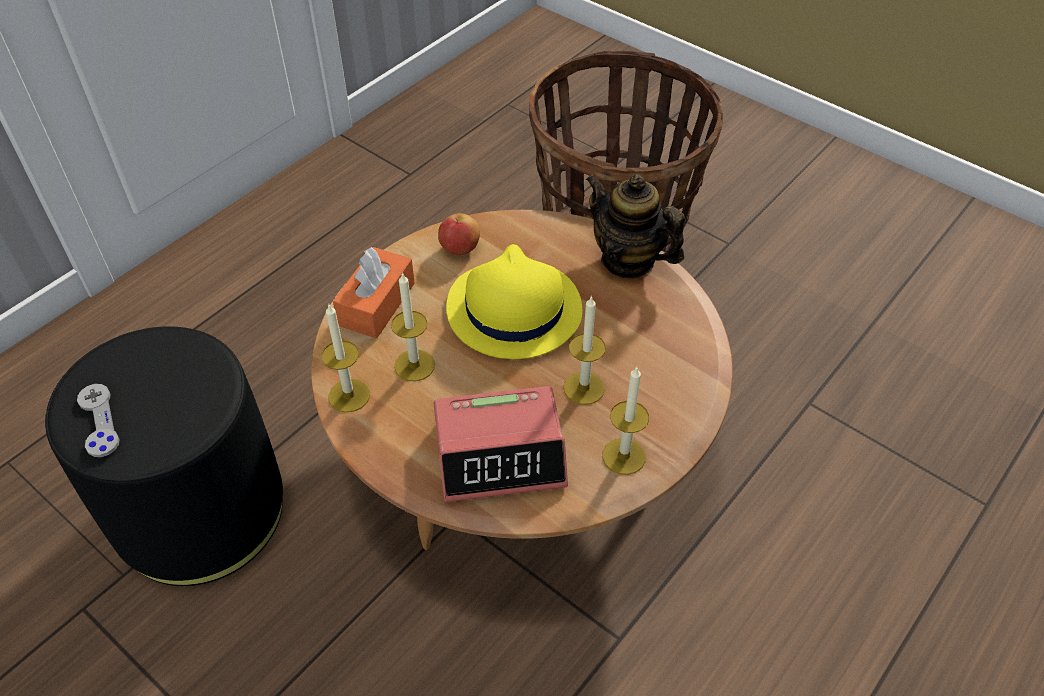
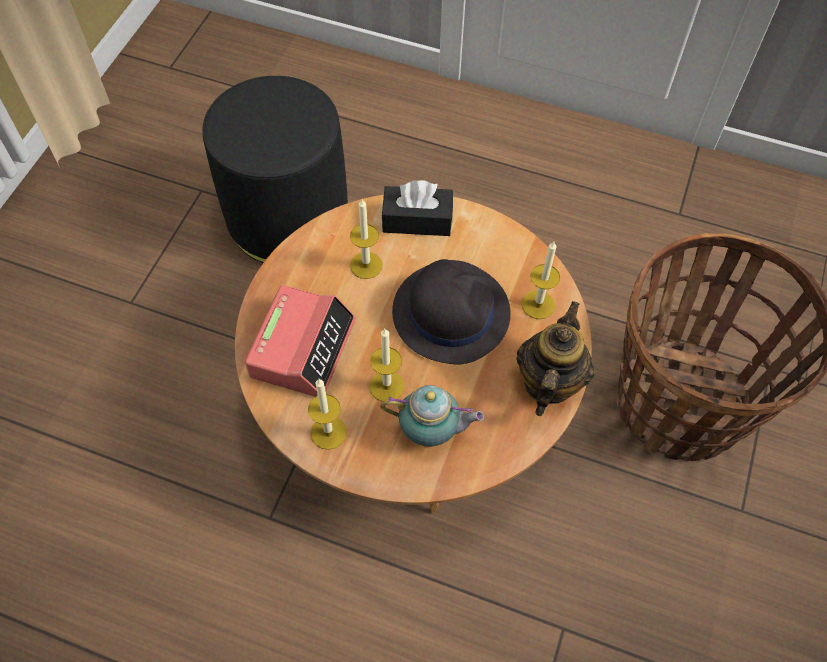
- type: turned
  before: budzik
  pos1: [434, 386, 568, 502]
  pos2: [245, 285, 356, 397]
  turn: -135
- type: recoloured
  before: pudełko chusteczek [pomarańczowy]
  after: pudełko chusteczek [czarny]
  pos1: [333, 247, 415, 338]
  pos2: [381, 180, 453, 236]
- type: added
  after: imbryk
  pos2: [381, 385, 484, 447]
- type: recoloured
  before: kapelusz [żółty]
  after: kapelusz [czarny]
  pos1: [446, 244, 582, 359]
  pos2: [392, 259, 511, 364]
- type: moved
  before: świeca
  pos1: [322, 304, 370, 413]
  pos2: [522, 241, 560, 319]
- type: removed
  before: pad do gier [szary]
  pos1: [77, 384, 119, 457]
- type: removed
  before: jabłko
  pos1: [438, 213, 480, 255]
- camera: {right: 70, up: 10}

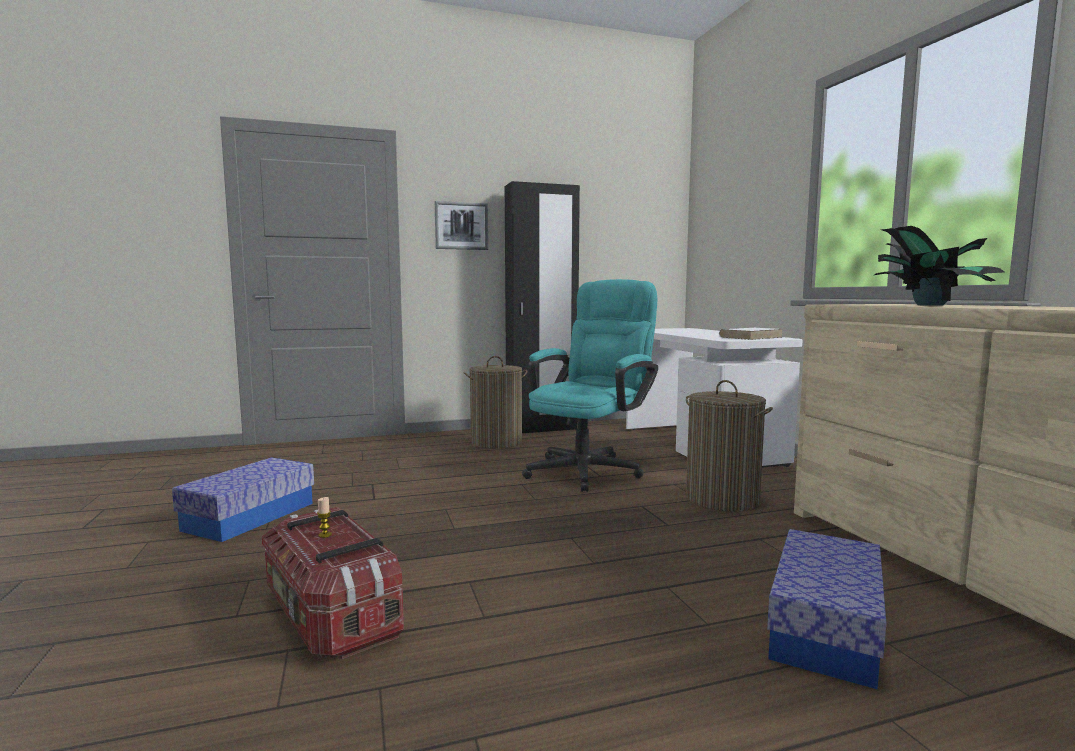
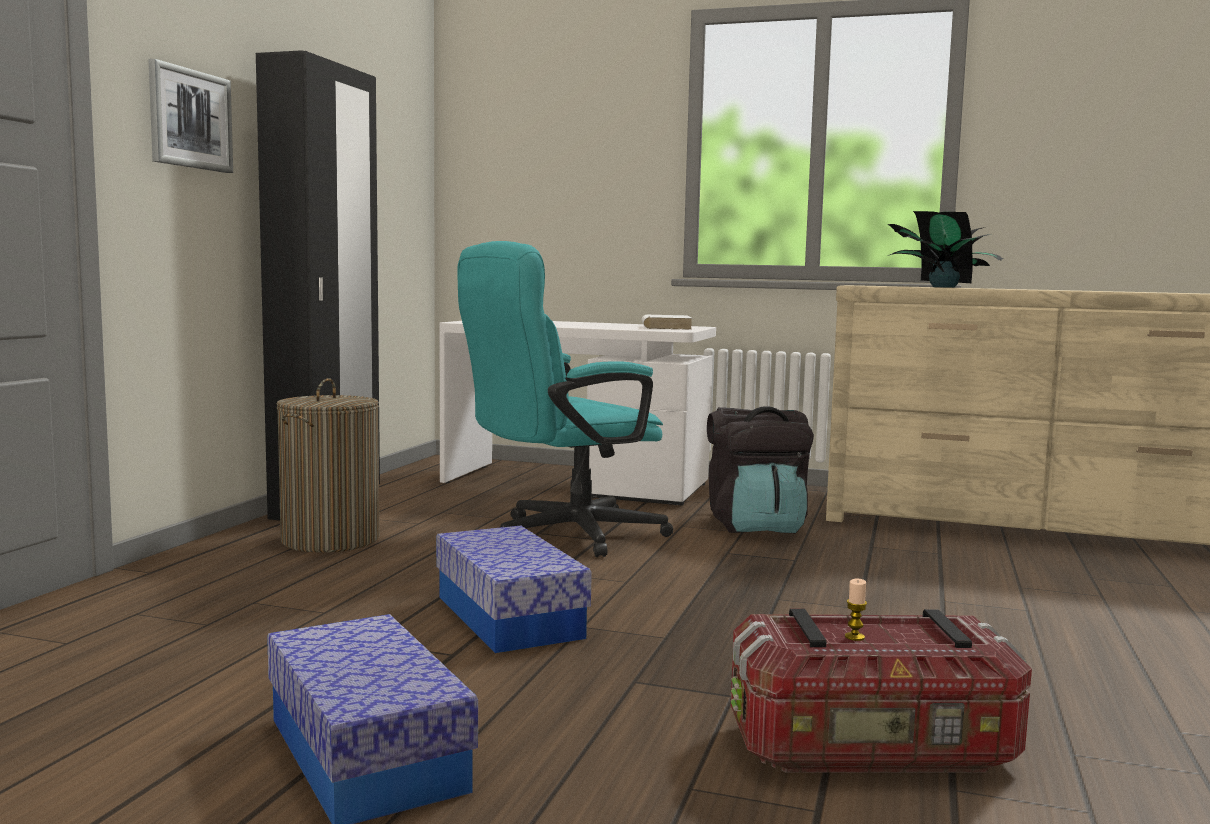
- type: moved
  before: pojemnik do przechowywania
  pos1: [767, 529, 886, 689]
  pos2: [436, 526, 592, 653]
- type: turned
  before: krzesło biurowe [turkusowy]
  pos1: [522, 279, 658, 492]
  pos2: [457, 241, 673, 557]
  turn: -105
- type: replaced
  before: kosz na pranie
  after: plecak [czarny]
  pos1: [686, 380, 773, 512]
  pos2: [707, 406, 814, 533]
- camera: {right: -55, up: 0}

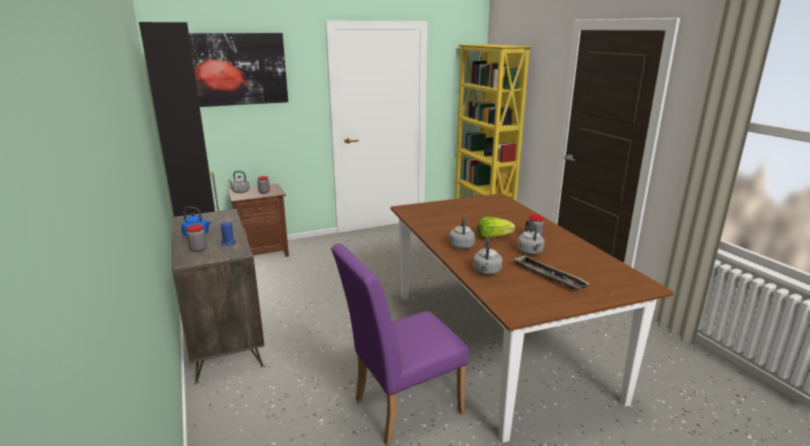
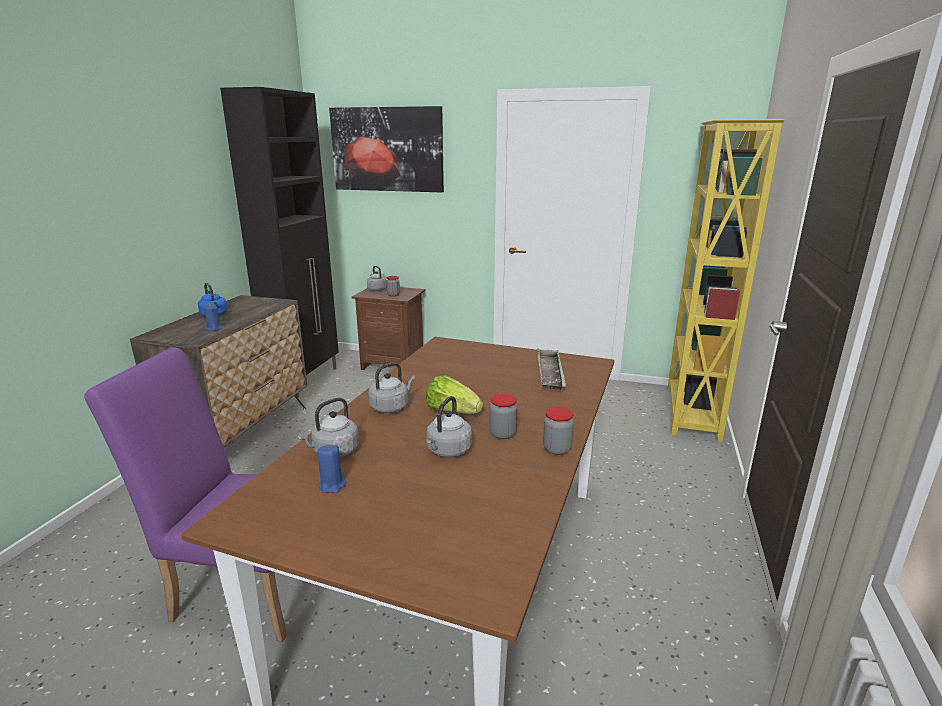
- type: added
  after: świeca [niebieski]
  pos2: [317, 445, 346, 493]
- type: moved
  before: taca
  pos1: [513, 255, 590, 290]
  pos2: [537, 349, 566, 390]
- type: moved
  before: słoik
  pos1: [186, 224, 207, 252]
  pos2: [543, 407, 574, 455]
- camera: {right: 40, up: 0}

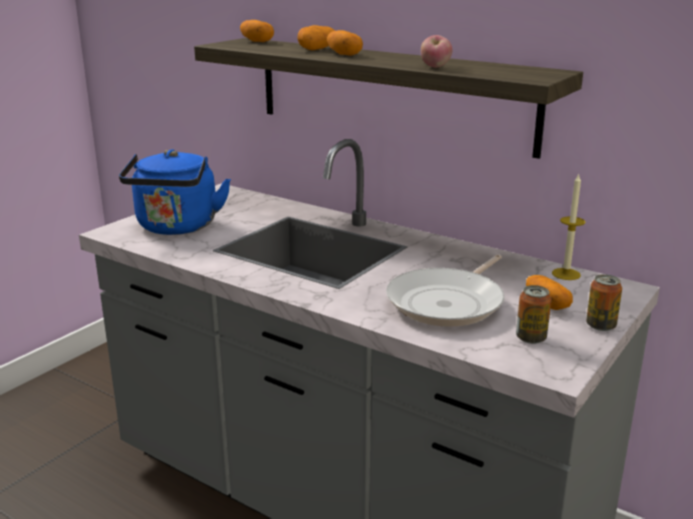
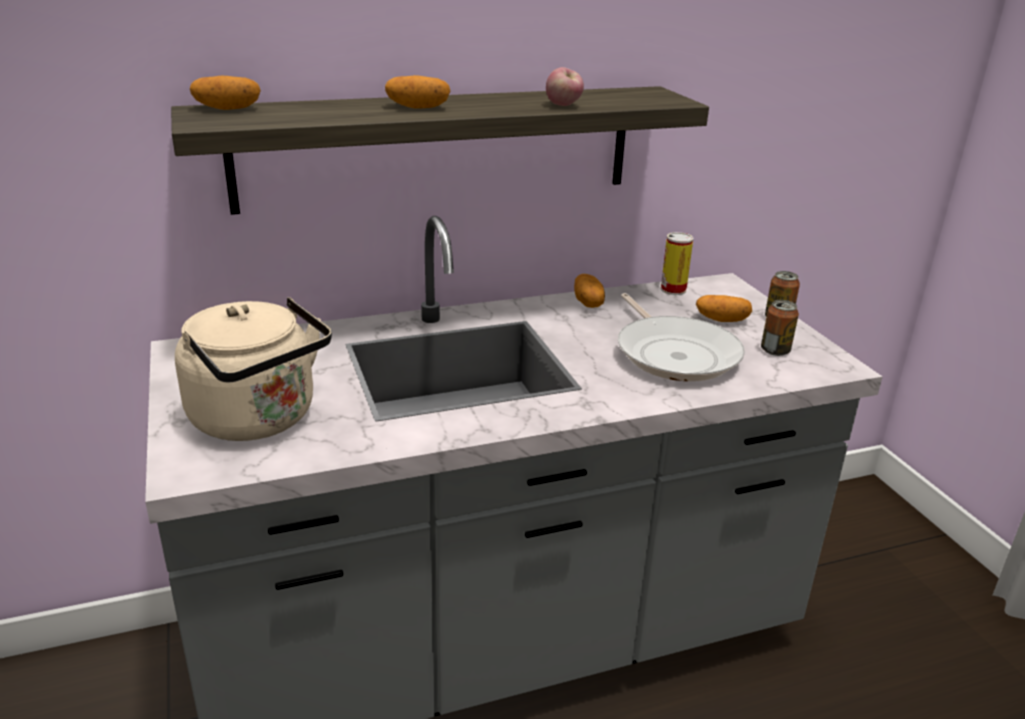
- type: recoloured
  before: czajnik [niebieski]
  after: czajnik [beżowy]
  pos1: [119, 149, 231, 235]
  pos2: [175, 297, 332, 441]
- type: moved
  before: ziemniak
  pos1: [297, 25, 335, 51]
  pos2: [574, 274, 605, 308]
- type: replaced
  before: świeca
  after: puszka
  pos1: [552, 173, 586, 280]
  pos2: [661, 232, 694, 295]
- camera: {right: -55, up: 5}

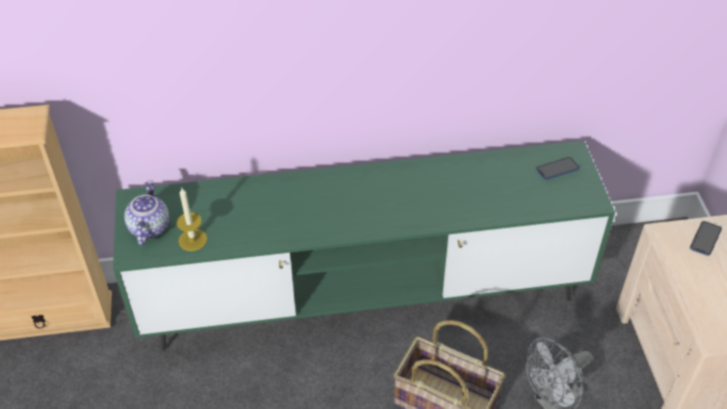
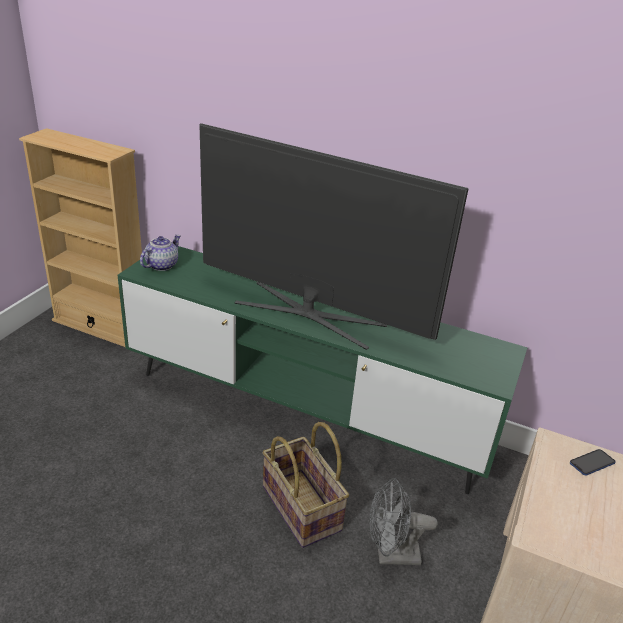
- type: added
  after: telewizor
  pos2: [199, 123, 468, 350]
- type: removed
  before: świeca
  pos1: [176, 188, 207, 251]
- type: removed
  before: telefon
  pos1: [536, 157, 580, 180]
- camera: {right: 30, up: -15}

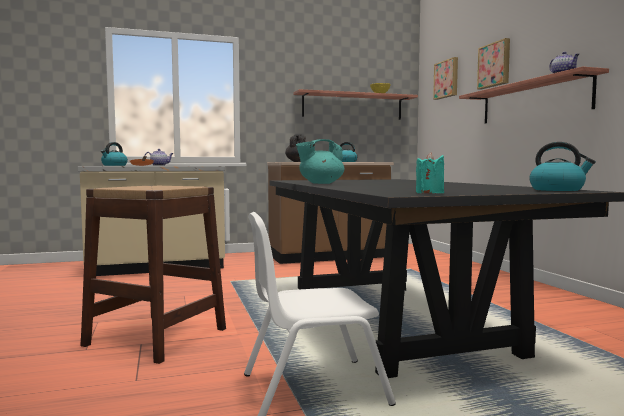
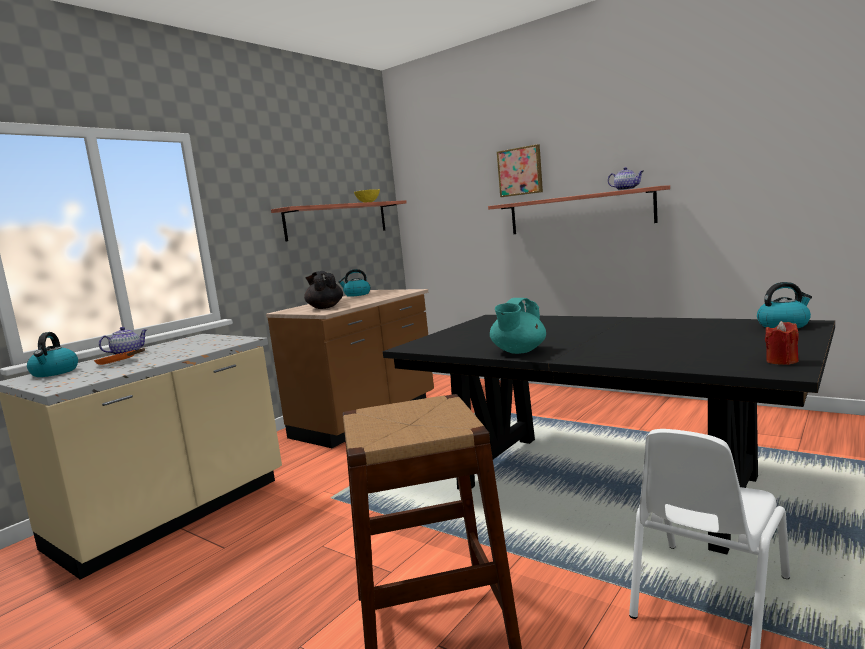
- type: recoloured
  before: świeca [turkusowy]
  after: świeca [czerwony]
  pos1: [416, 152, 444, 193]
  pos2: [765, 321, 799, 365]
- type: removed
  before: obraz
  pos1: [433, 57, 458, 100]
- camera: {right: -35, up: 5}

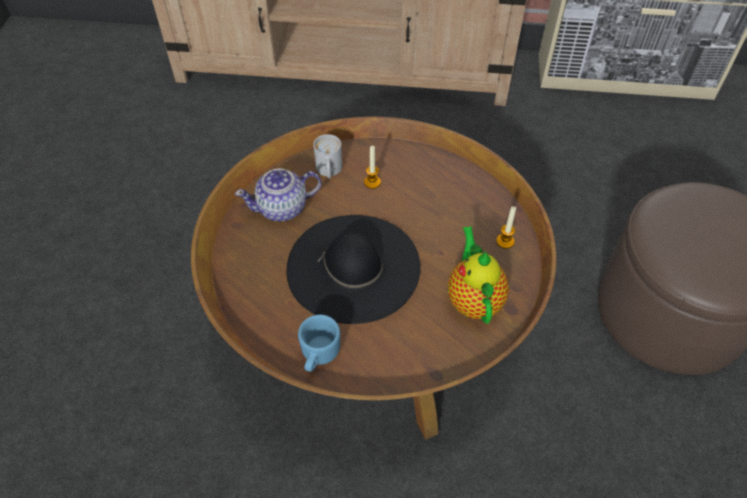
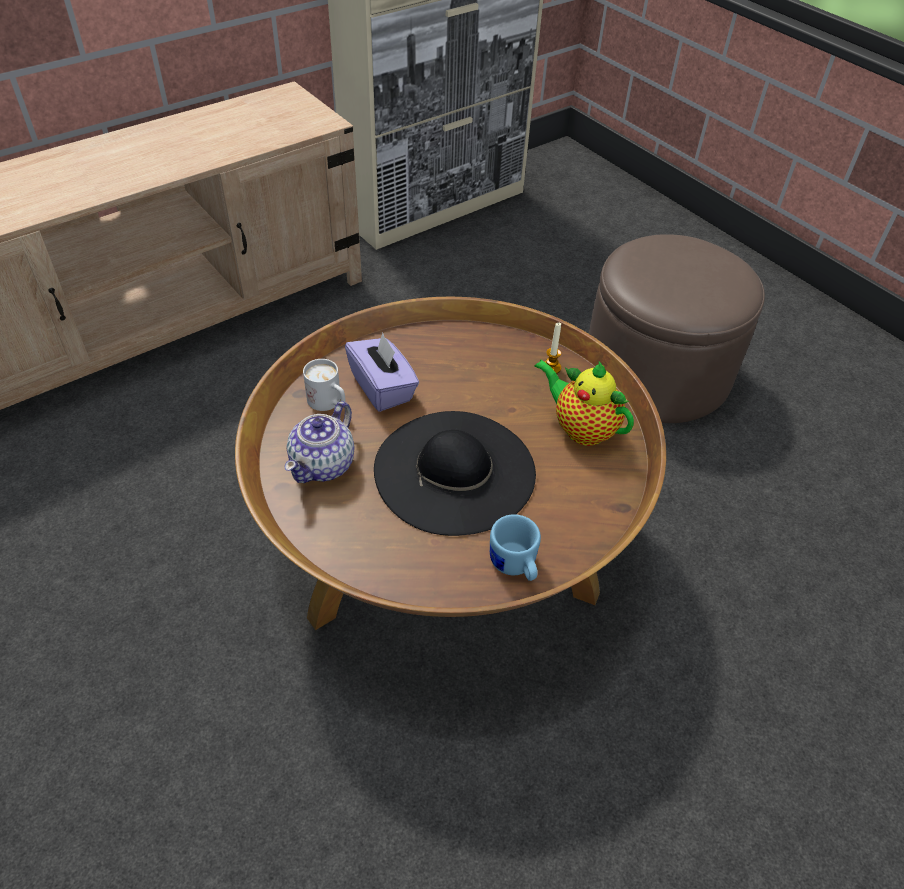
- type: replaced
  before: świeca
  after: pudełko chusteczek [fioletowy]
  pos1: [364, 146, 381, 189]
  pos2: [345, 332, 419, 412]
- camera: {right: -45, up: -5}

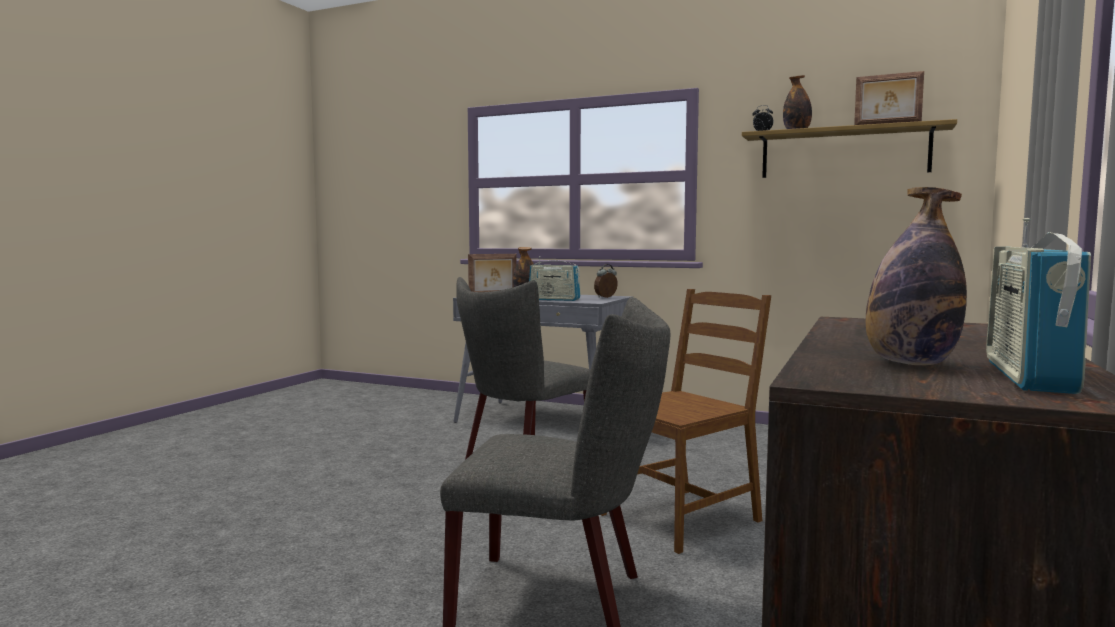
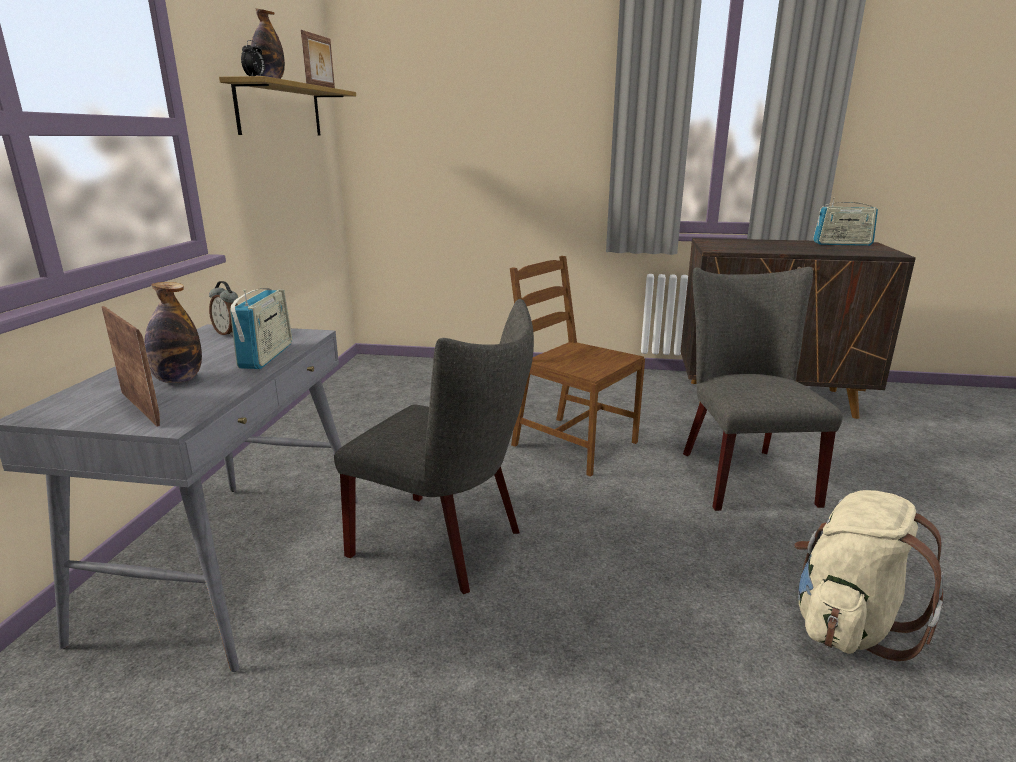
- type: added
  after: plecak [beżowy]
  pos2: [794, 490, 944, 661]
- type: removed
  before: butelka
  pos1: [866, 187, 967, 365]
- camera: {right: -105, up: 15}

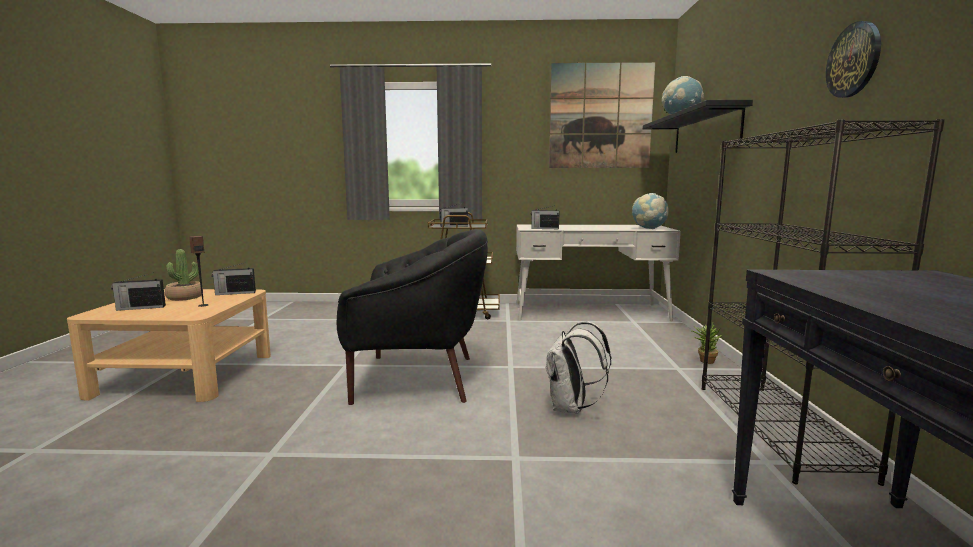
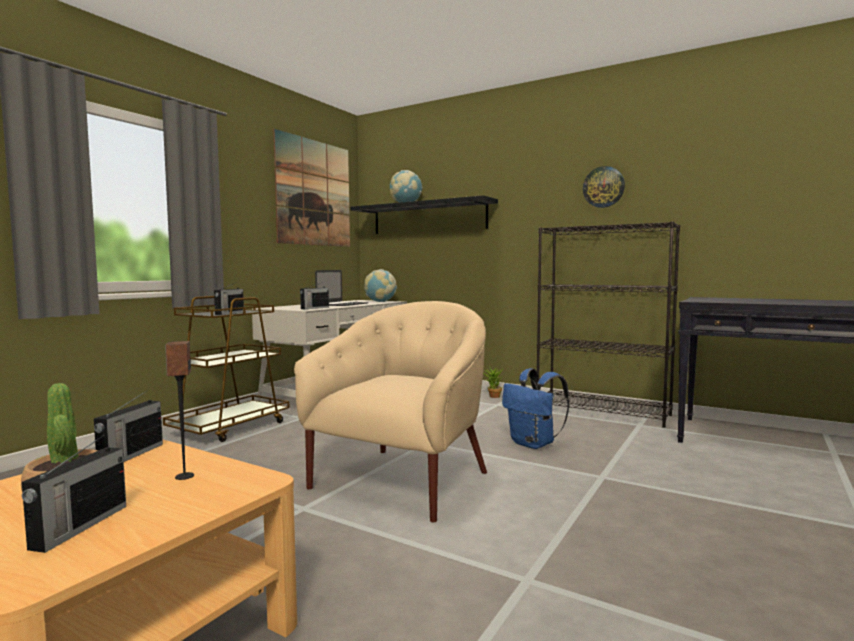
- type: recoloured
  before: fotel [czarny]
  after: fotel [beżowy]
  pos1: [337, 229, 488, 405]
  pos2: [294, 301, 487, 523]
- type: added
  after: laptop
  pos2: [315, 270, 368, 306]
- type: recoloured
  before: plecak [biały]
  after: plecak [niebieski]
  pos1: [546, 321, 612, 414]
  pos2: [502, 368, 569, 449]
- camera: {right: -60, up: -5}

